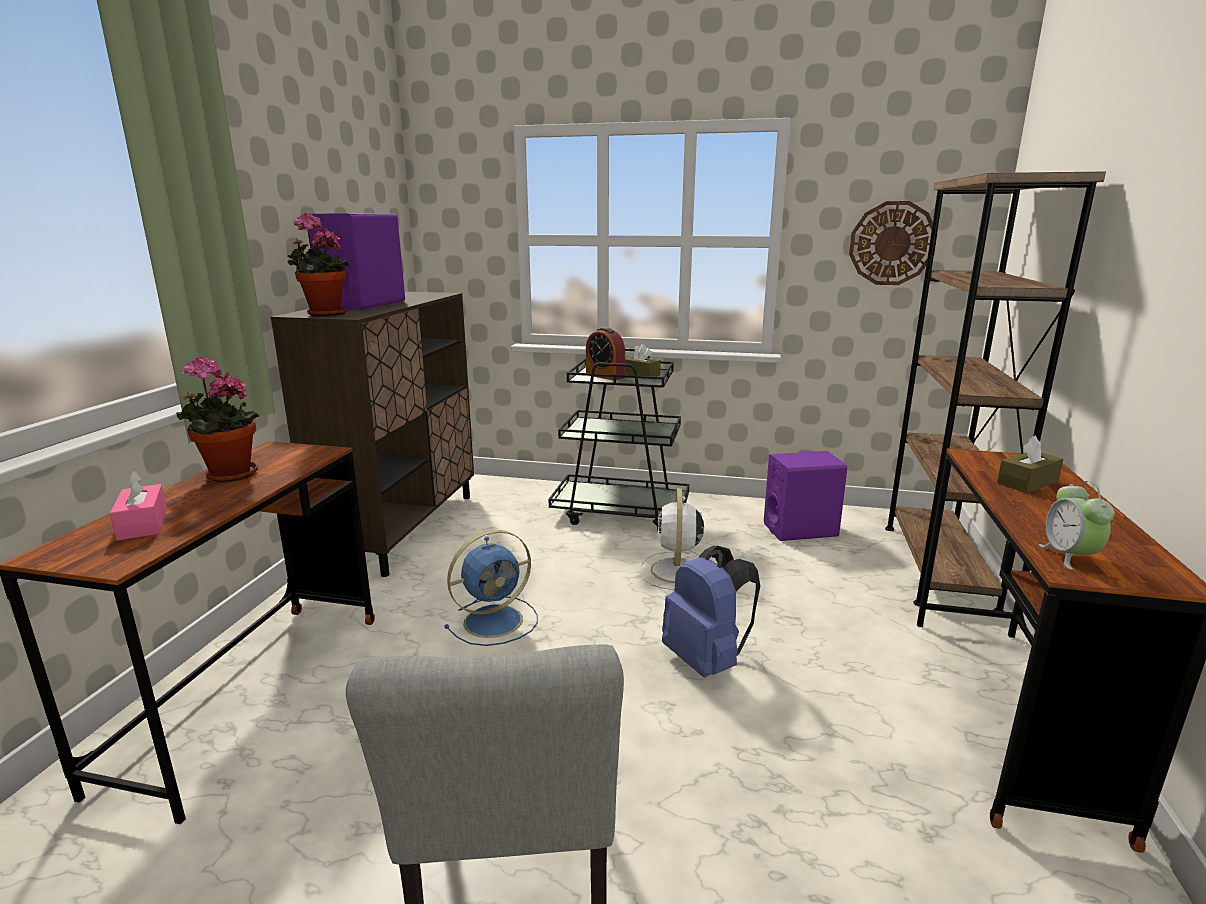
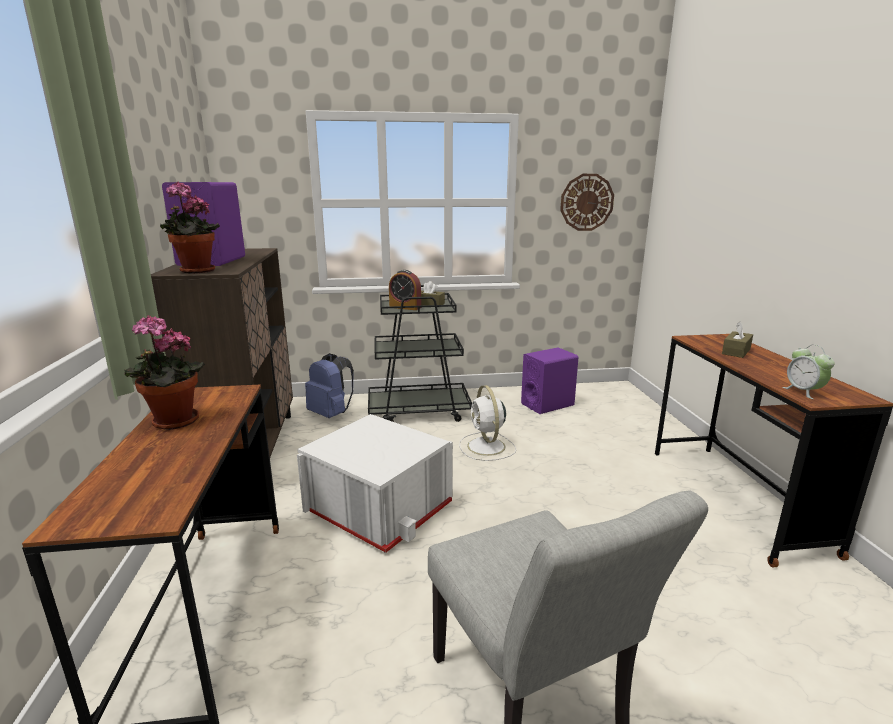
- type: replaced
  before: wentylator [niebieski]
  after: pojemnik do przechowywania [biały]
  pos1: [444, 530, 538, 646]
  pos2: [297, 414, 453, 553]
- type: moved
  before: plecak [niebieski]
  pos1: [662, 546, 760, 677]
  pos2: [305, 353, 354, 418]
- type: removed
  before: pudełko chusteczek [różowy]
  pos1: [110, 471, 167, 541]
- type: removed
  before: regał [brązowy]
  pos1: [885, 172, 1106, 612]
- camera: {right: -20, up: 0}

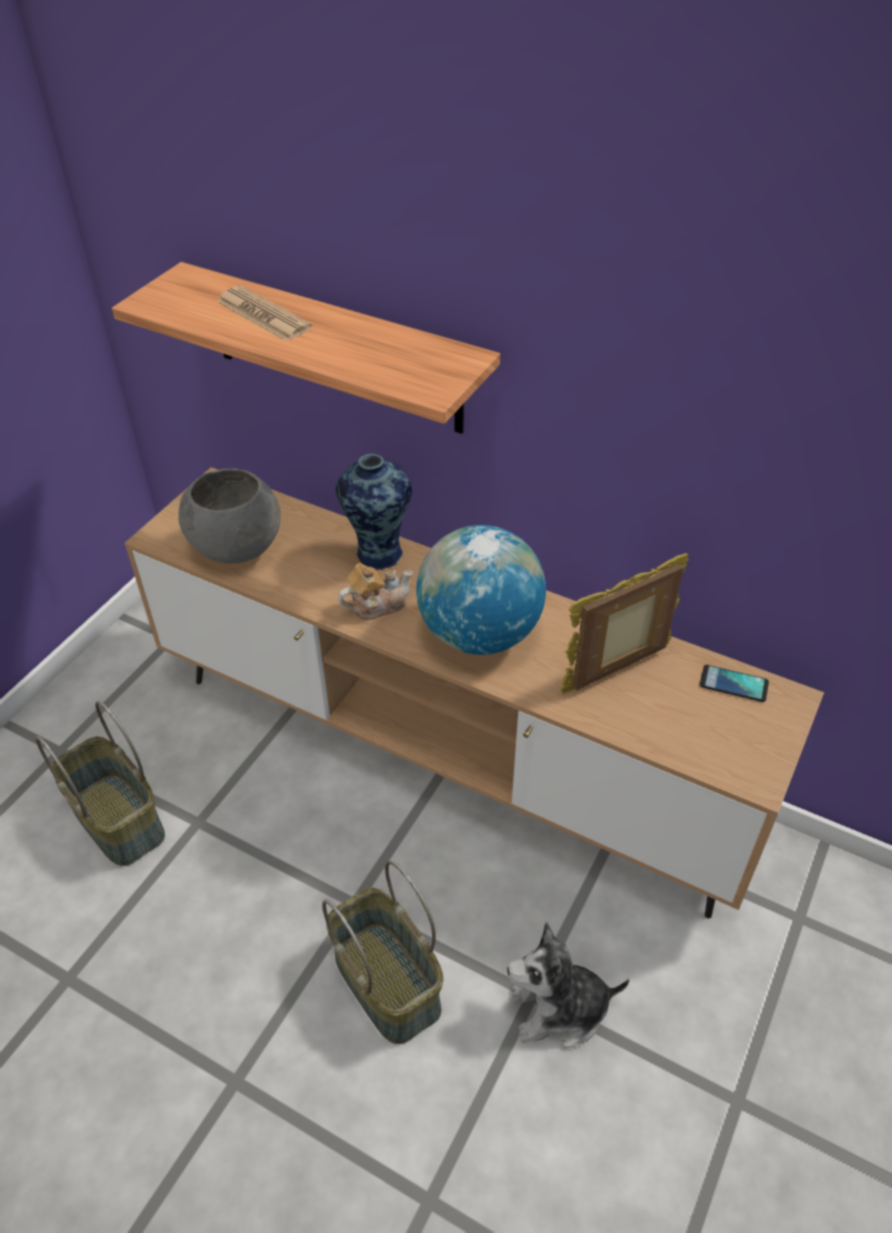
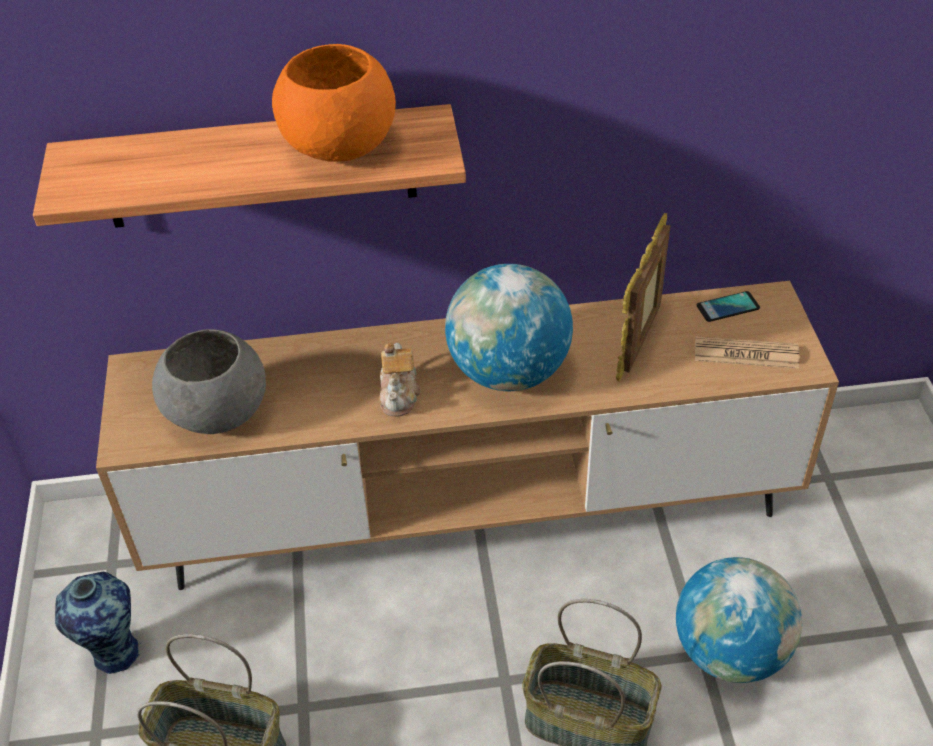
- type: moved
  before: wazon
  pos1: [336, 454, 412, 570]
  pos2: [55, 572, 141, 674]
- type: added
  after: miska [pomarańczowy]
  pos2: [272, 44, 396, 162]
- type: turned
  before: imbryk
  pos1: [338, 563, 413, 620]
  pos2: [379, 343, 421, 416]
  turn: 150
- type: replaced
  before: pluszak
  after: globus
  pos1: [507, 922, 630, 1048]
  pos2: [676, 557, 802, 683]
- type: moved
  before: gazeta
  pos1: [217, 286, 312, 341]
  pos2: [695, 336, 800, 368]
- camera: {right: -35, up: 0}

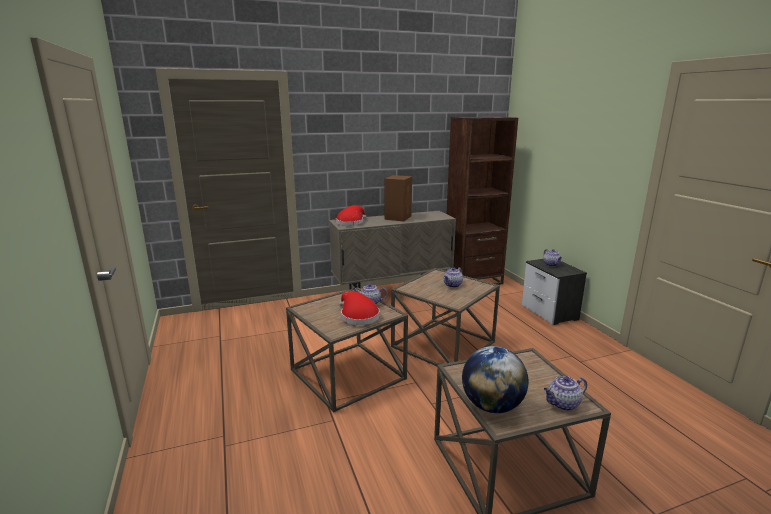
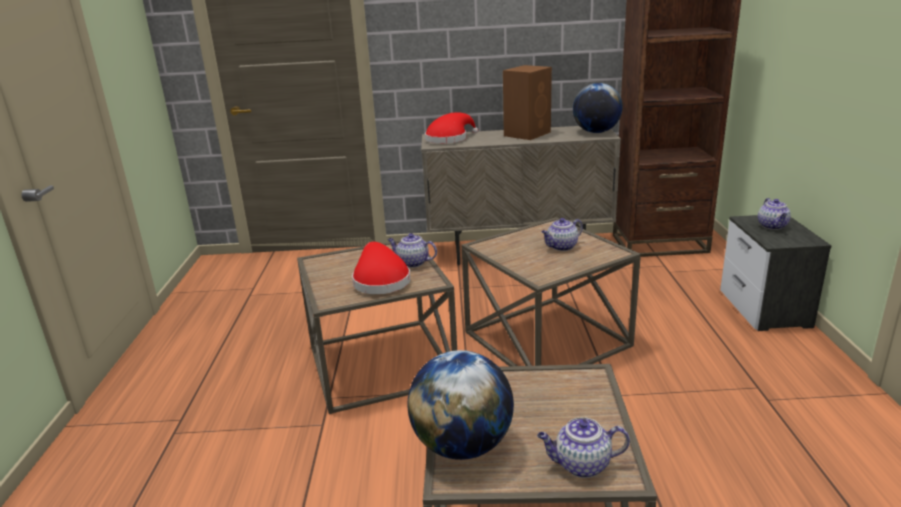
- type: added
  after: globus
  pos2: [573, 83, 623, 133]
- camera: {right: 20, up: 5}

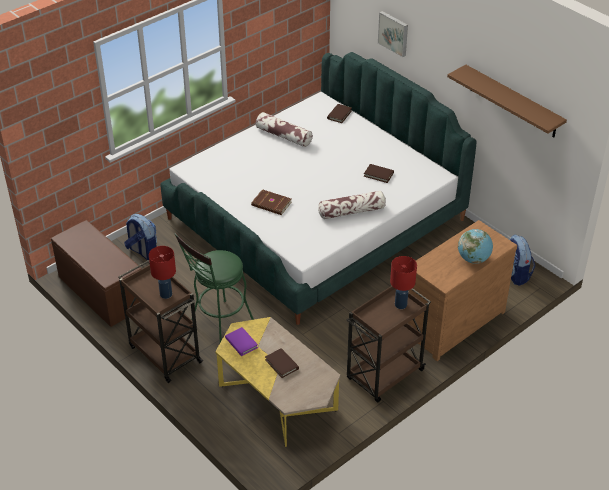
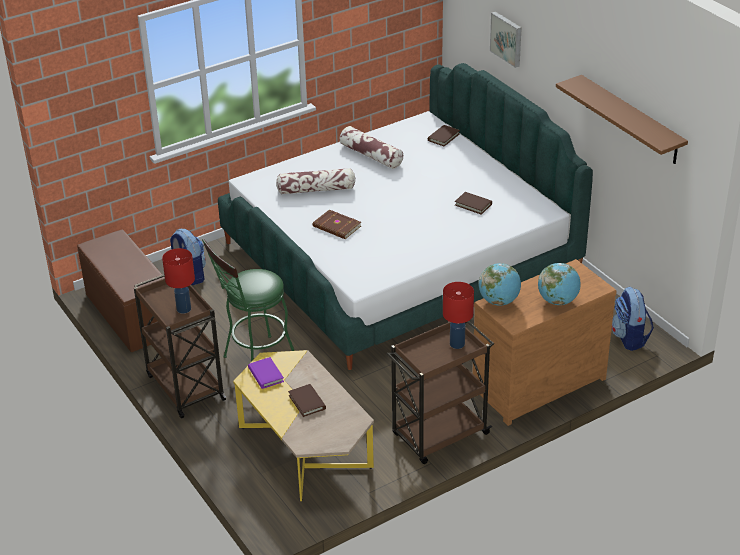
- type: moved
  before: poduszka
  pos1: [318, 191, 386, 219]
  pos2: [276, 168, 355, 194]
- type: added
  after: globus
  pos2: [479, 263, 521, 306]
- camera: {right: 10, up: -5}

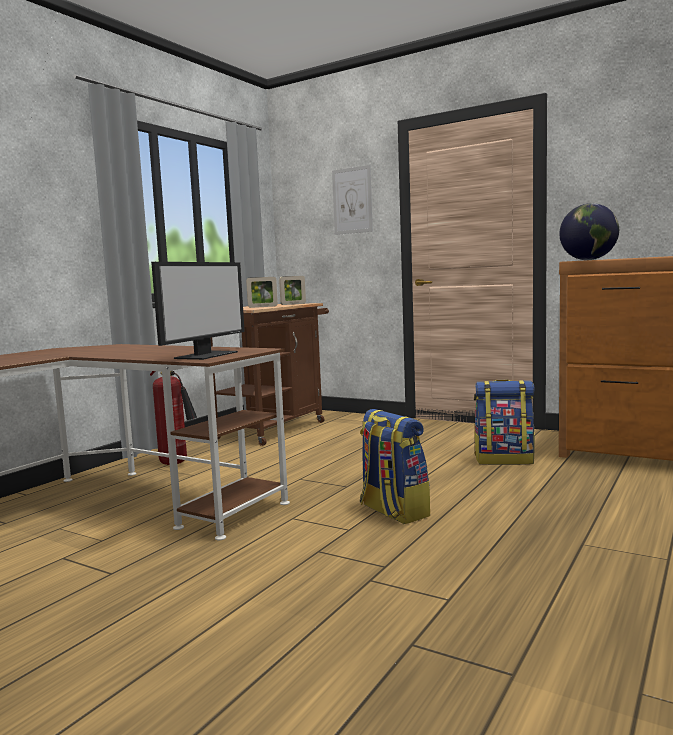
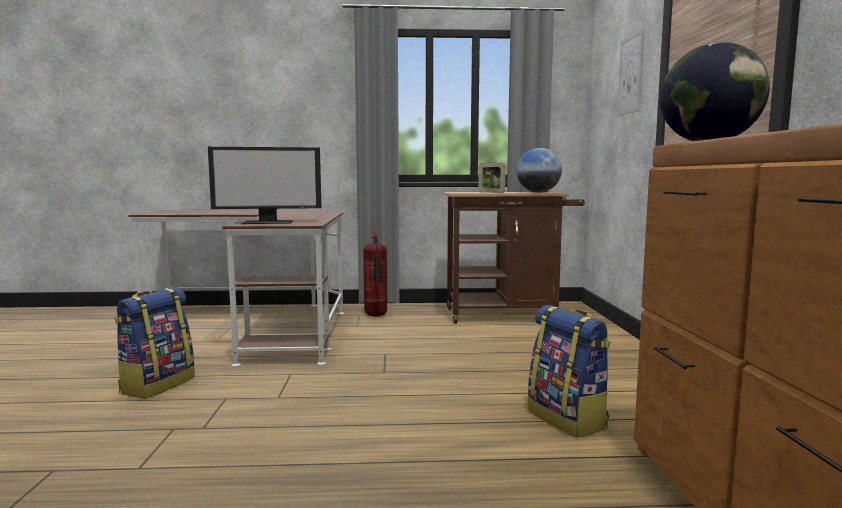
- type: moved
  before: plecak
  pos1: [360, 409, 430, 524]
  pos2: [114, 287, 195, 399]
- type: replaced
  before: ramka na zdjęcie
  after: globus
  pos1: [279, 276, 306, 305]
  pos2: [517, 148, 562, 193]
- camera: {right: 55, up: 0}

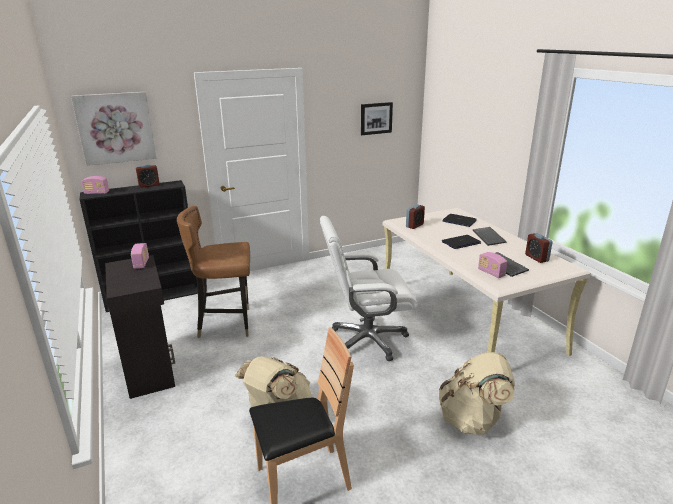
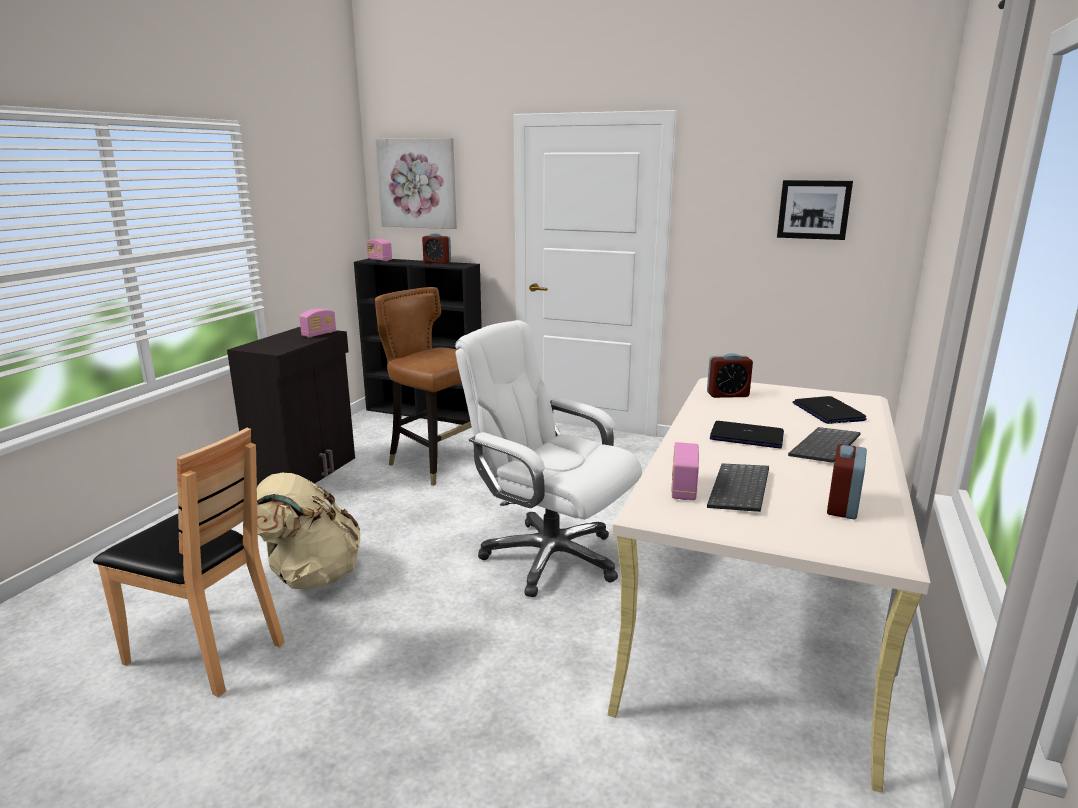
- type: removed
  before: plecak [beżowy]
  pos1: [439, 352, 515, 435]
- camera: {right: 45, up: -5}

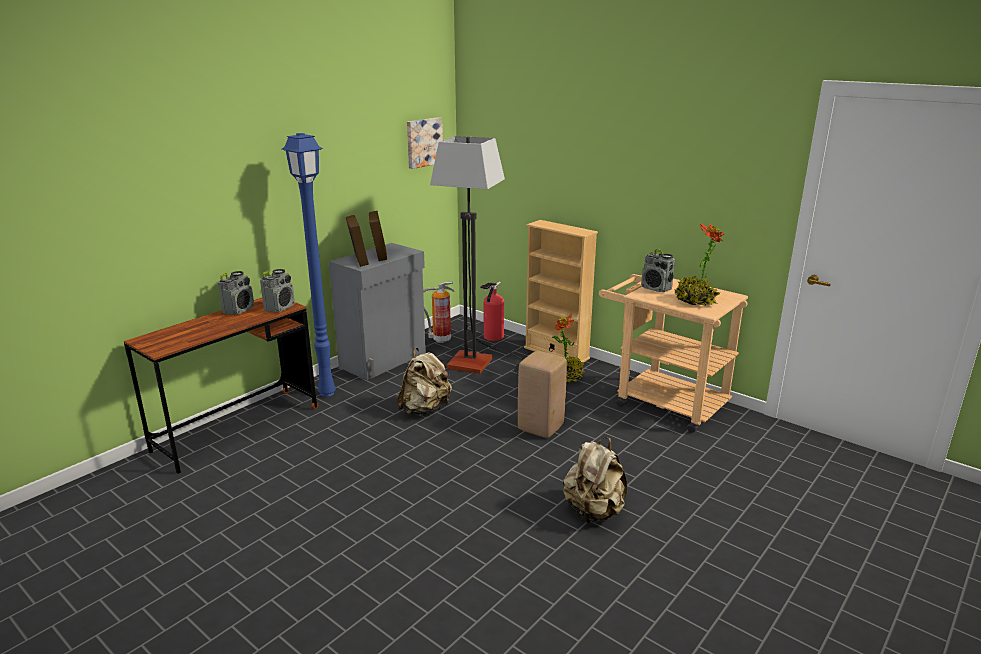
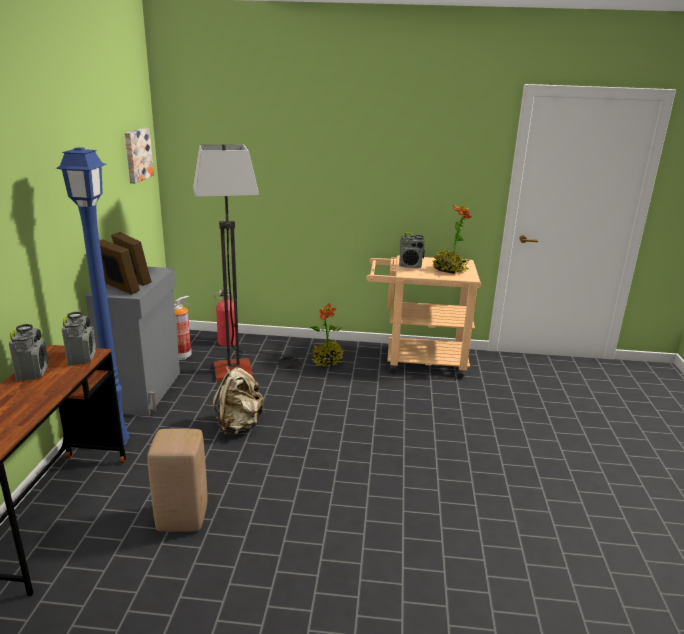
- type: moved
  before: stołek [beżowy]
  pos1: [518, 351, 567, 438]
  pos2: [147, 429, 207, 532]
- type: removed
  before: regał [beżowy]
  pos1: [524, 220, 598, 362]
- type: removed
  before: plecak [beżowy]
  pos1: [563, 438, 627, 524]
- camera: {right: -35, up: 0}

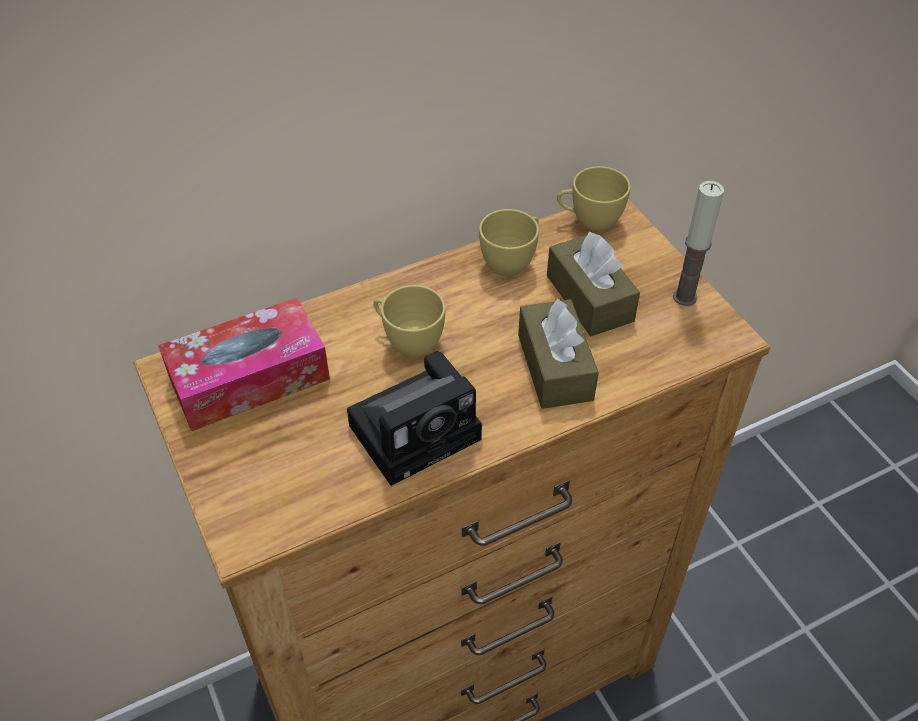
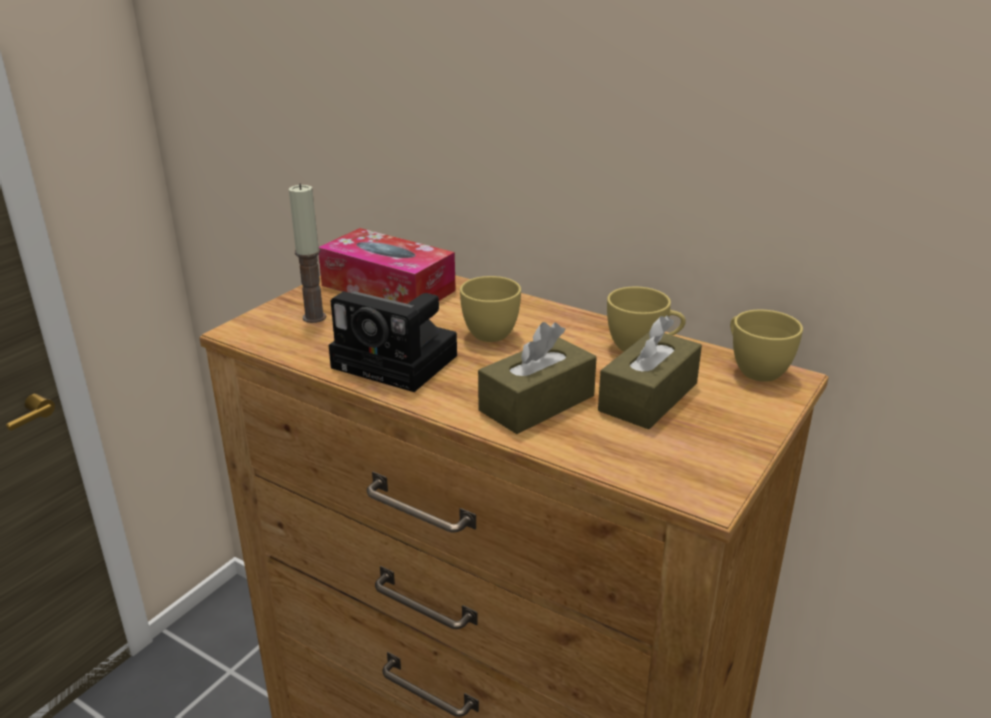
- type: moved
  before: świeca
  pos1: [673, 181, 724, 306]
  pos2: [289, 183, 326, 323]
- camera: {right: 60, up: -20}

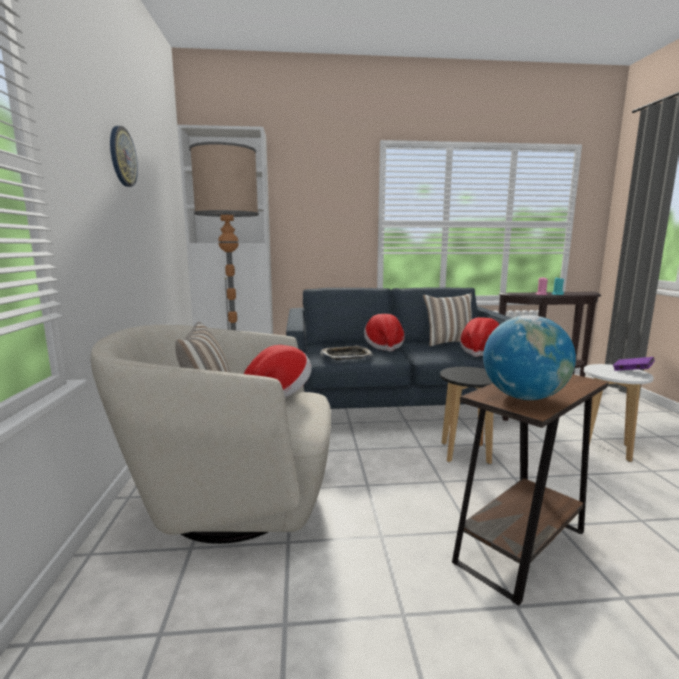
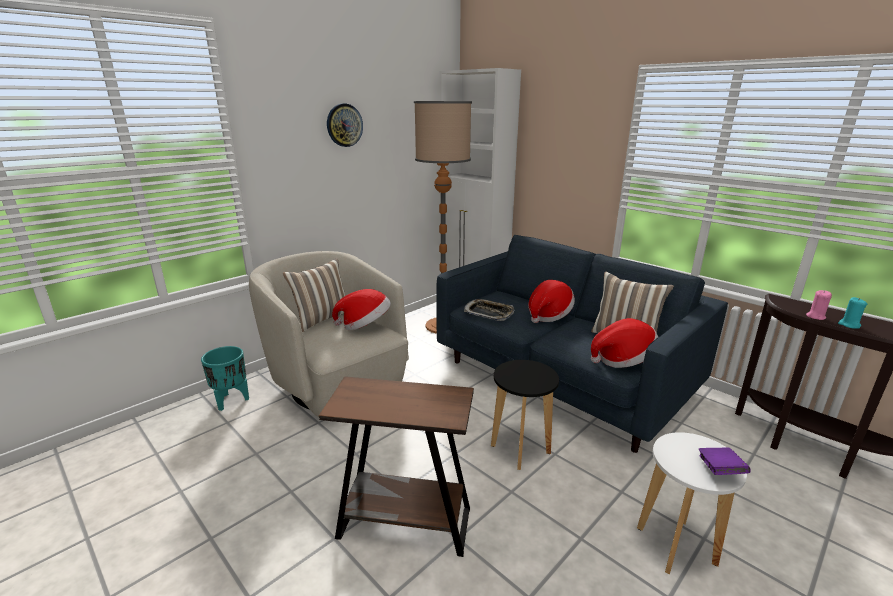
- type: added
  after: donica [turkusowy]
  pos2: [201, 346, 249, 411]
- type: removed
  before: globus
  pos1: [483, 315, 576, 400]
- camera: {right: 50, up: 10}

